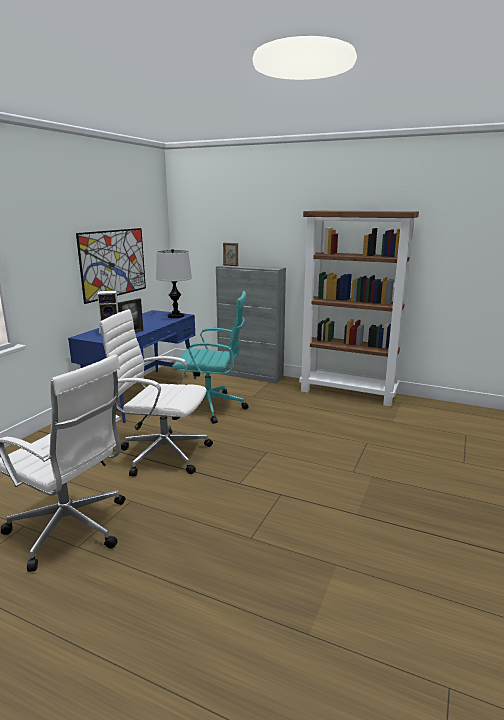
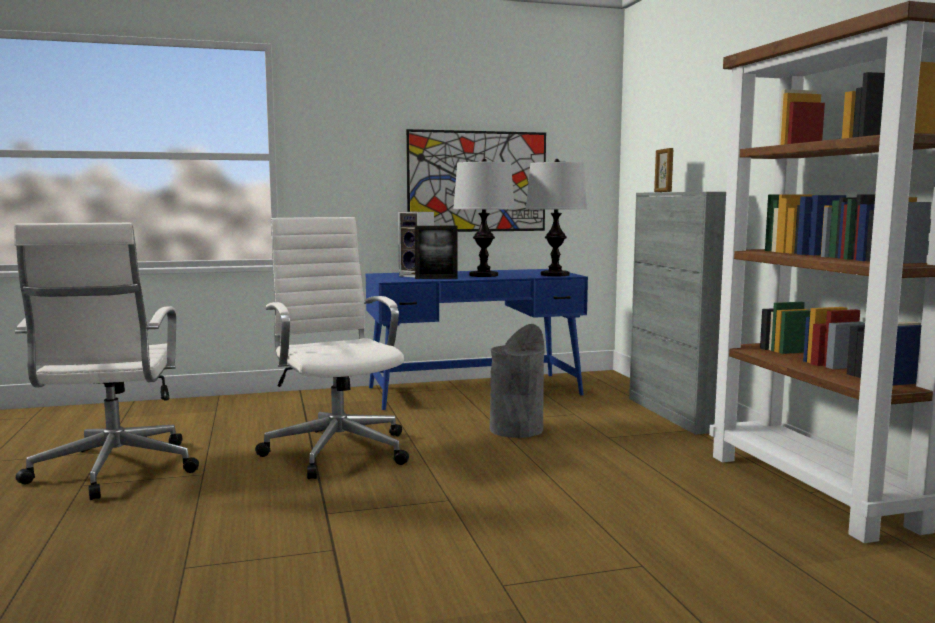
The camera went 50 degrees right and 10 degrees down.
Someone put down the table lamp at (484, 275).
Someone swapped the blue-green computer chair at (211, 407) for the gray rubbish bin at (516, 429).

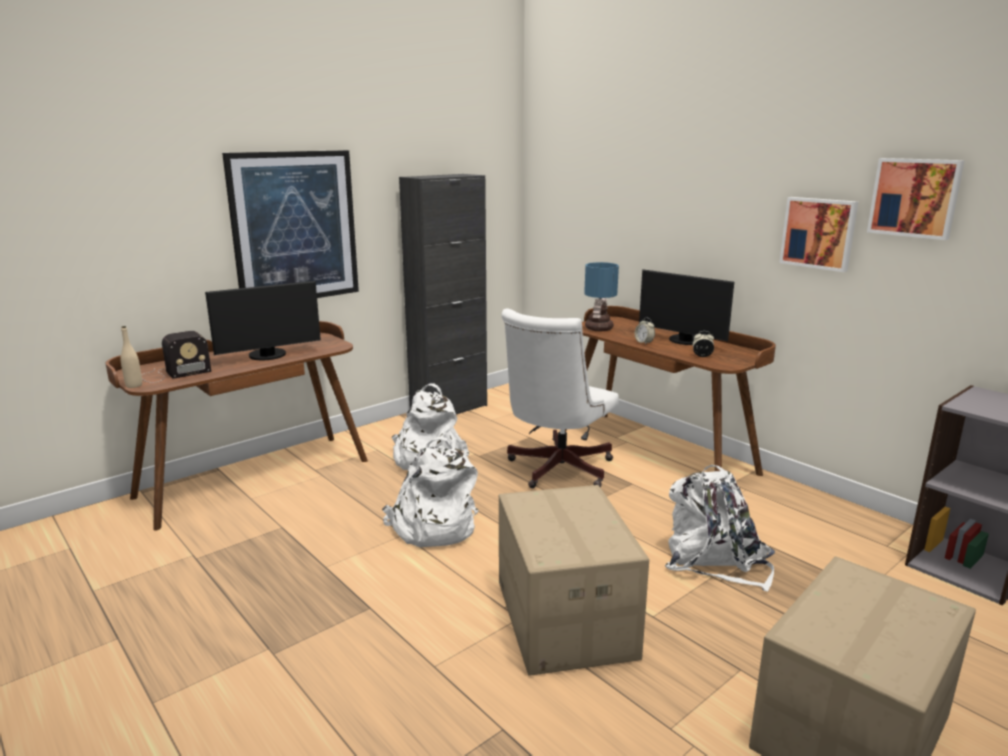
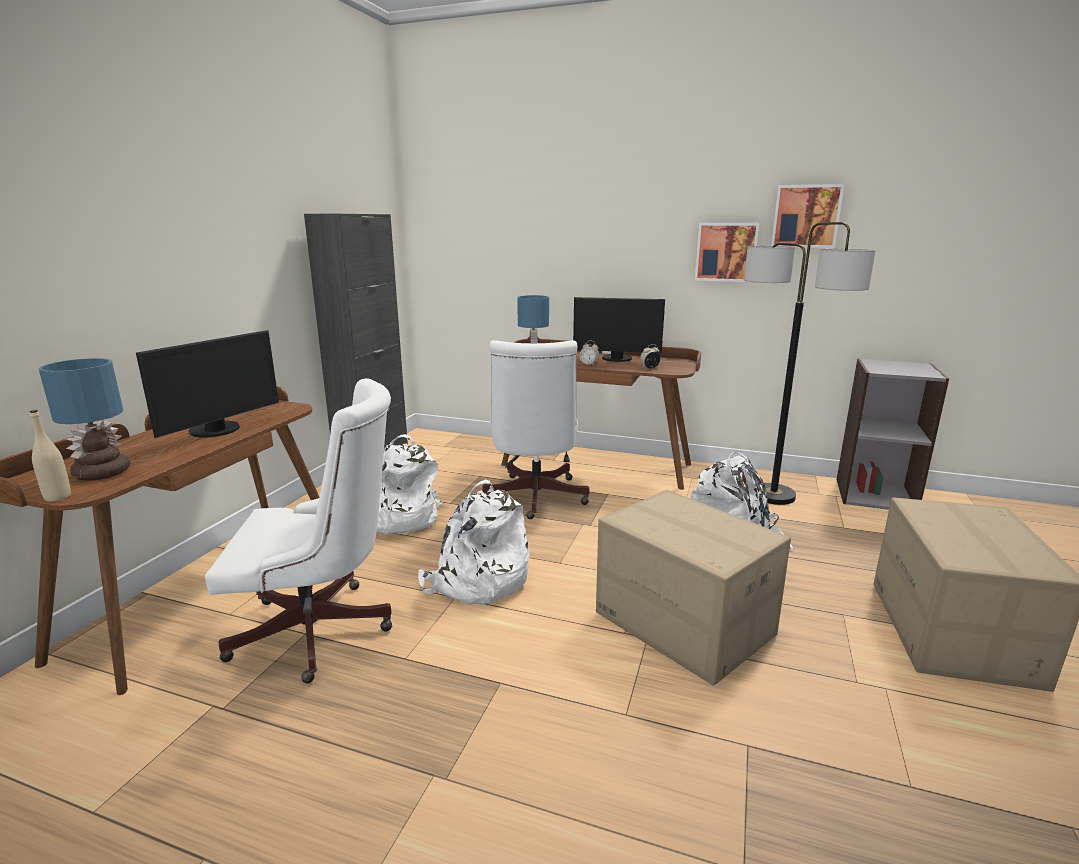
The camera went 30 degrees left and 0 degrees up.
Someone took away the wall art at (295, 228).
Someone put down the white-coloured computer chair at (322, 631).
Someone put down the standard lamp at (773, 495).
Someone swapped the radio at (173, 373) for the table lamp at (103, 472).

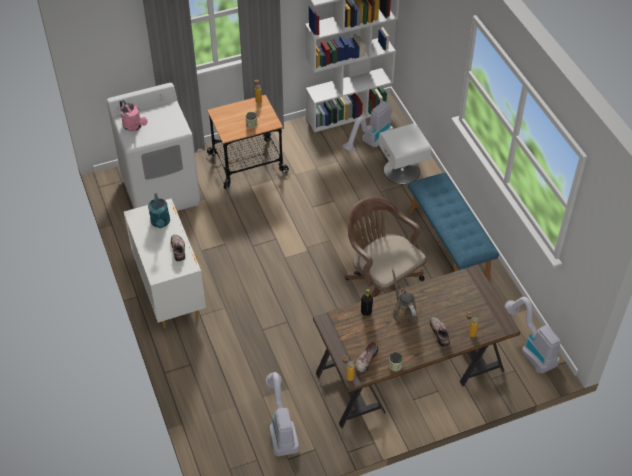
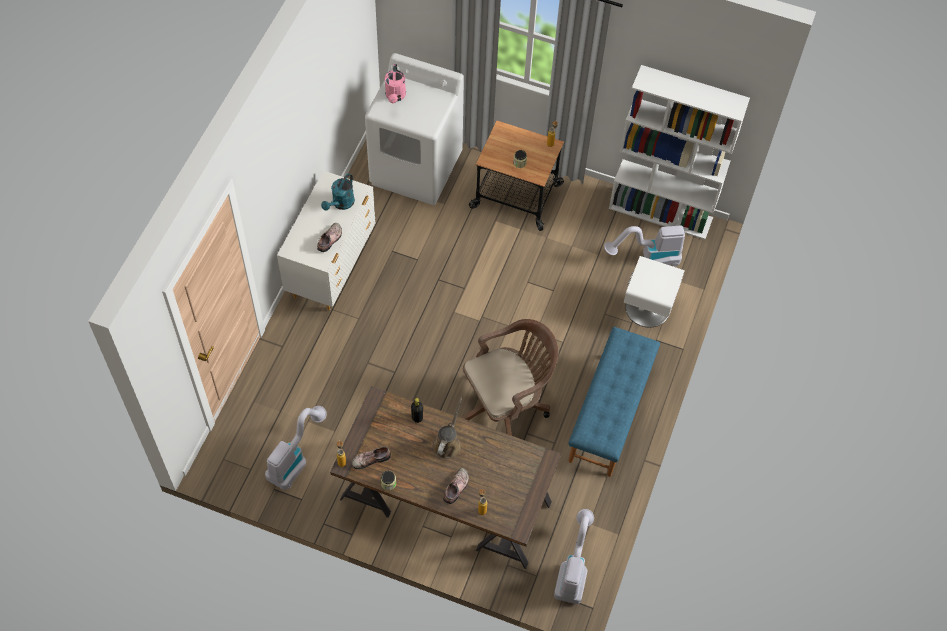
The camera went 40 degrees right and 10 degrees up.
Someone rotated the brown computer chair at (381, 286) by 60 degrees clockwise.

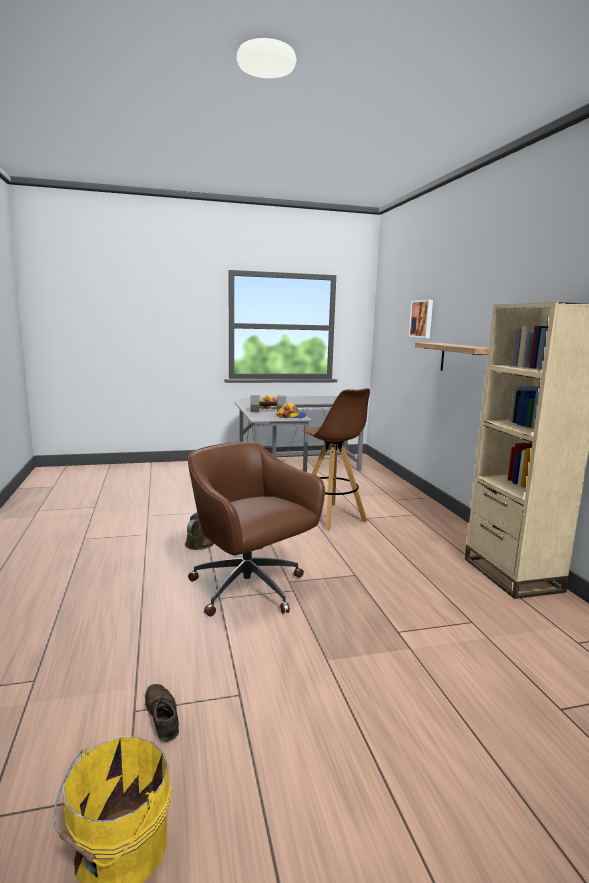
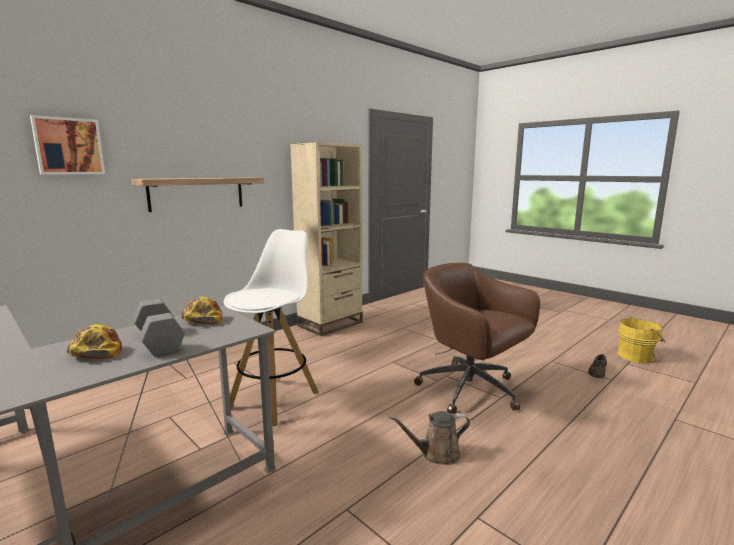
The camera went 120 degrees left and 0 degrees up.
Someone repainted the brown sitting stool at (331, 516), which became the white-coloured sitting stool at (274, 399).
Someone rotated the brown computer chair at (249, 589) by 120 degrees clockwise.

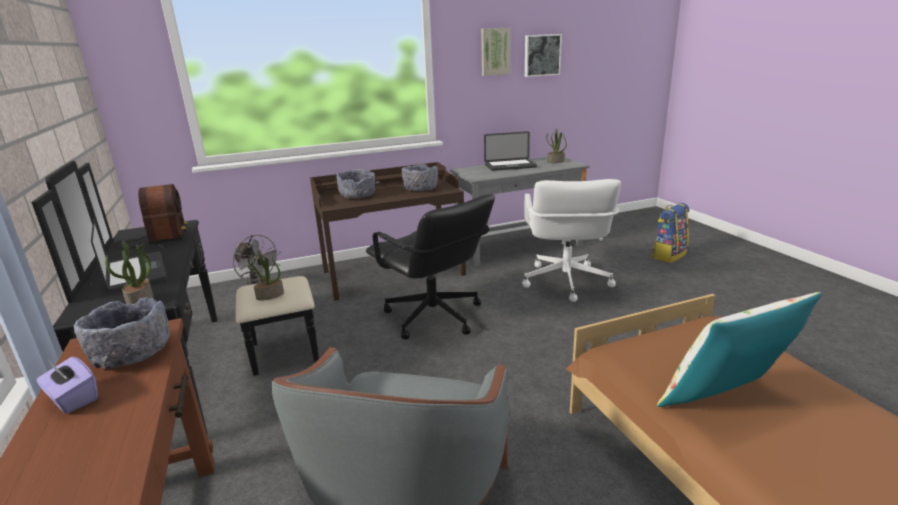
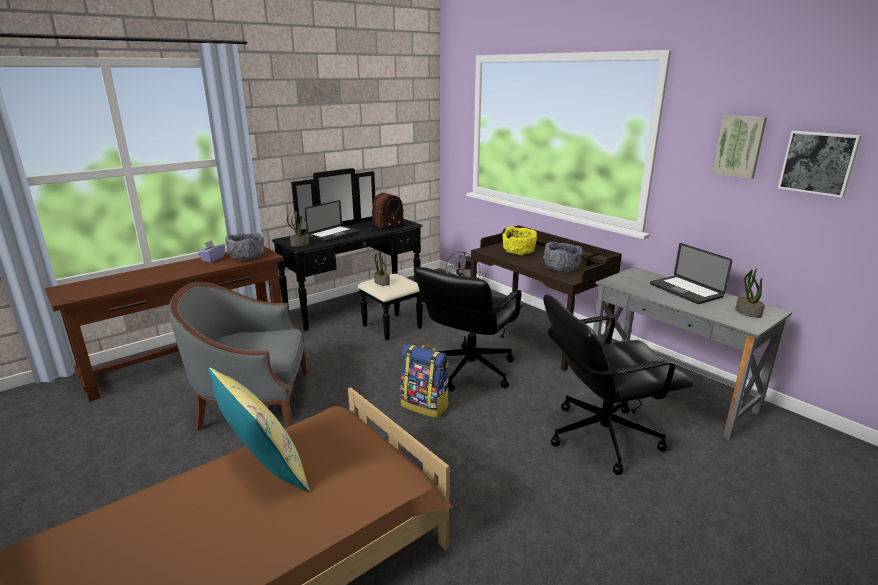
The camera went 70 degrees right and 0 degrees up.
Someone carried the backpack from (668, 255) to (425, 406).
Someone repainted the gray serving bowl at (358, 196), which became the yellow serving bowl at (519, 252).
Someone repainted the white-coloured computer chair at (565, 282), which became the blackish computer chair at (601, 436).
Someone repainted the white-coloured pillow at (725, 402), which became the yellow pillow at (264, 470).

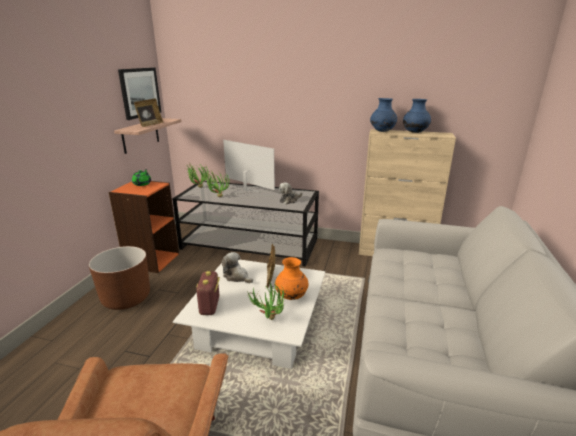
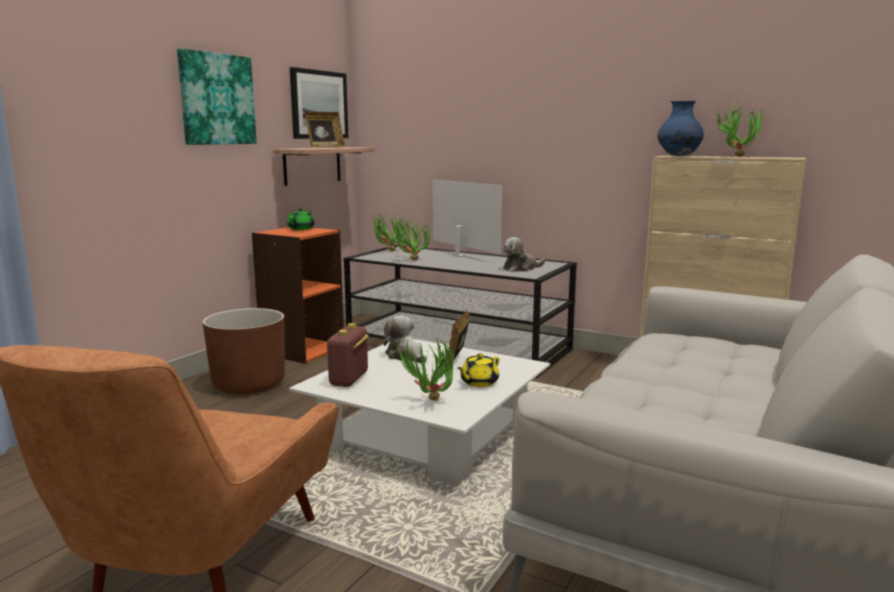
The camera went 15 degrees right and 10 degrees down.
Someone put up the wall art at (217, 99).
Someone swapped the orange vase at (291, 297) for the yellow teapot at (478, 382).
Someone swapped the blue vase at (415, 132) for the potted plant at (736, 156).

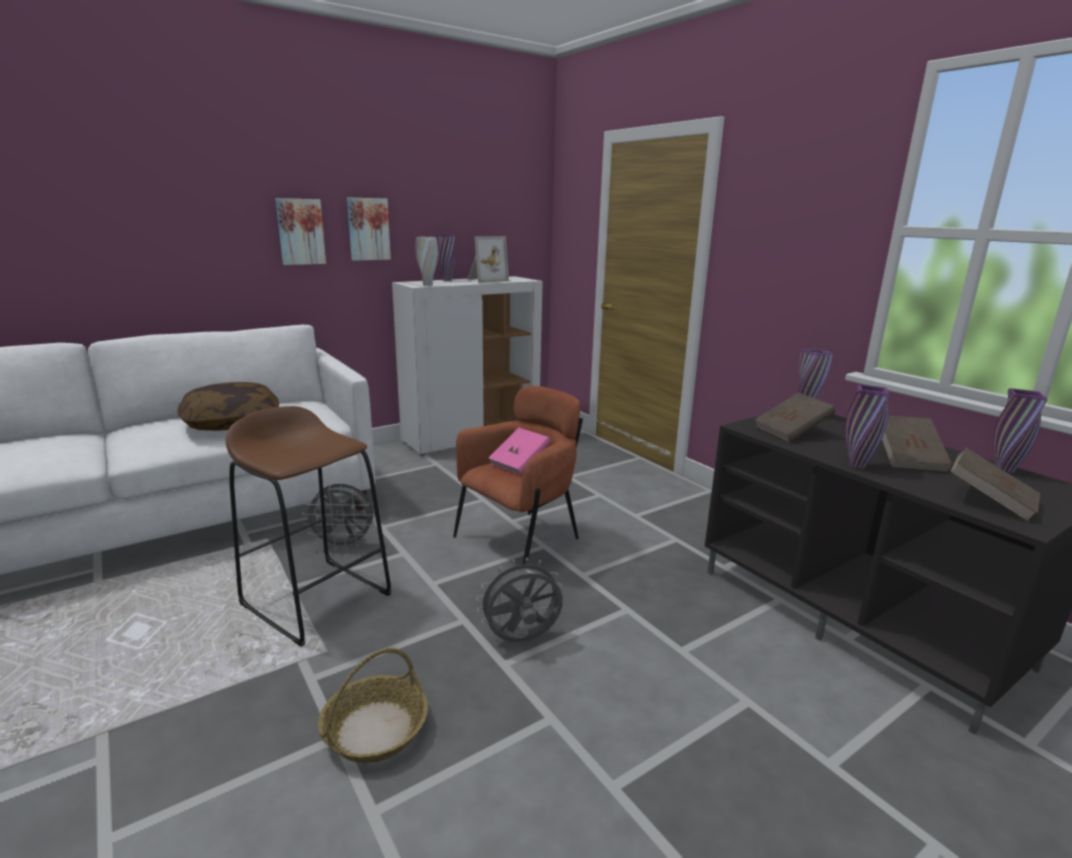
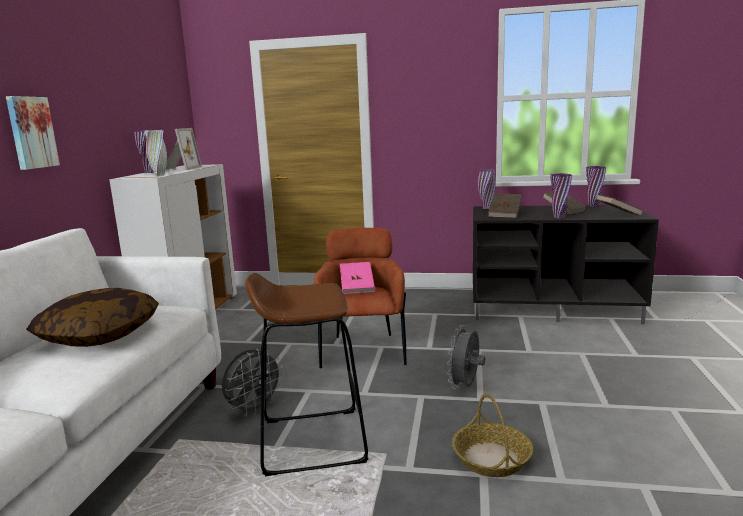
The camera went 45 degrees left and 5 degrees down.
Someone took away the wall art at (368, 229).

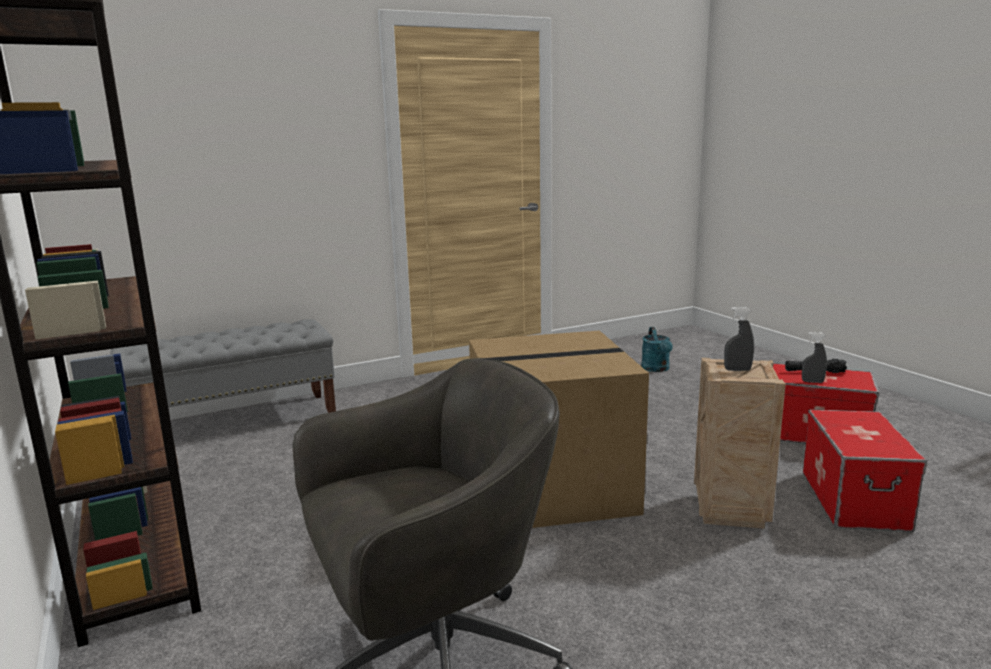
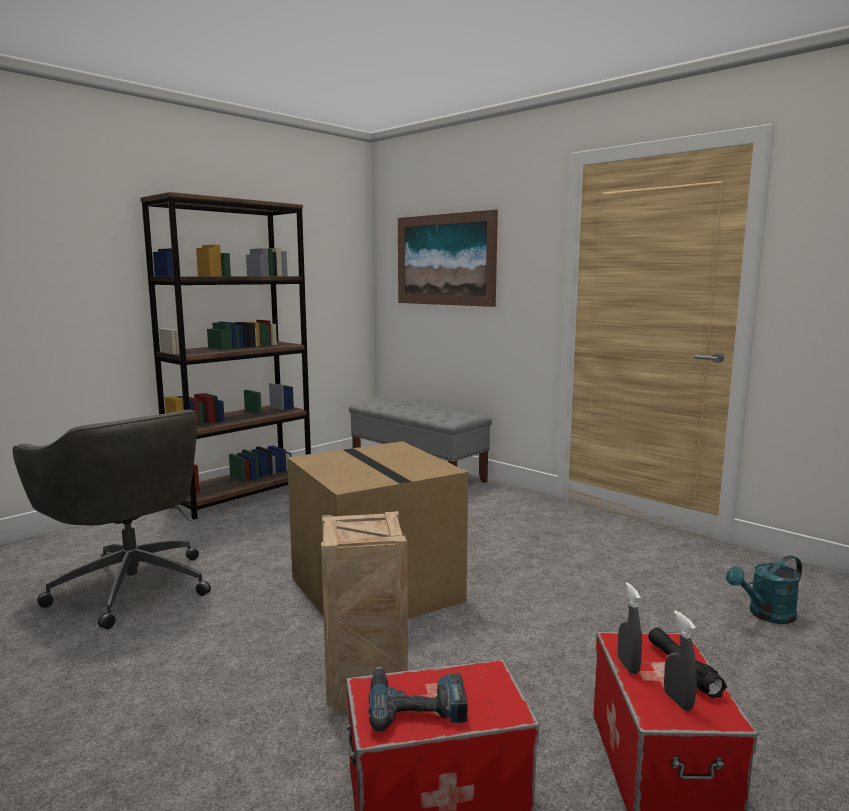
The camera went 70 degrees right and 5 degrees down.
Someone put down the drill at (416, 704).
Someone put up the wall art at (444, 260).
Someone carried the gray sprayer from (737, 370) to (678, 701).

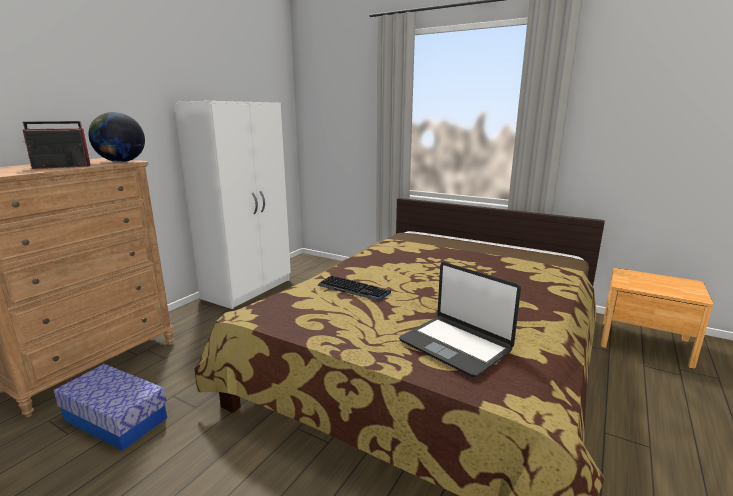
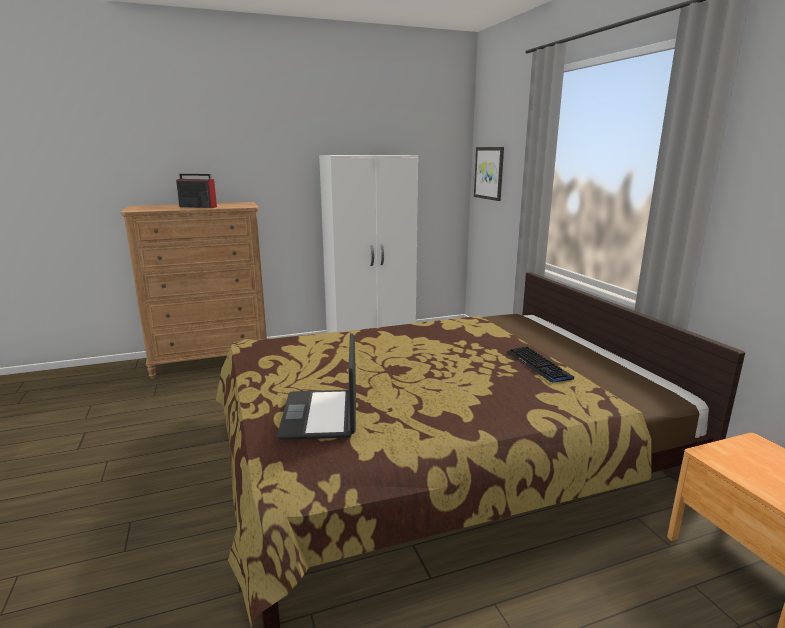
The camera went 40 degrees right and 0 degrees up.
Someone took away the storage bin at (116, 419).
Someone took away the desk globe at (121, 162).
Someone put up the wall art at (489, 173).
Someone carried the PC keyboard from (353, 289) to (538, 365).

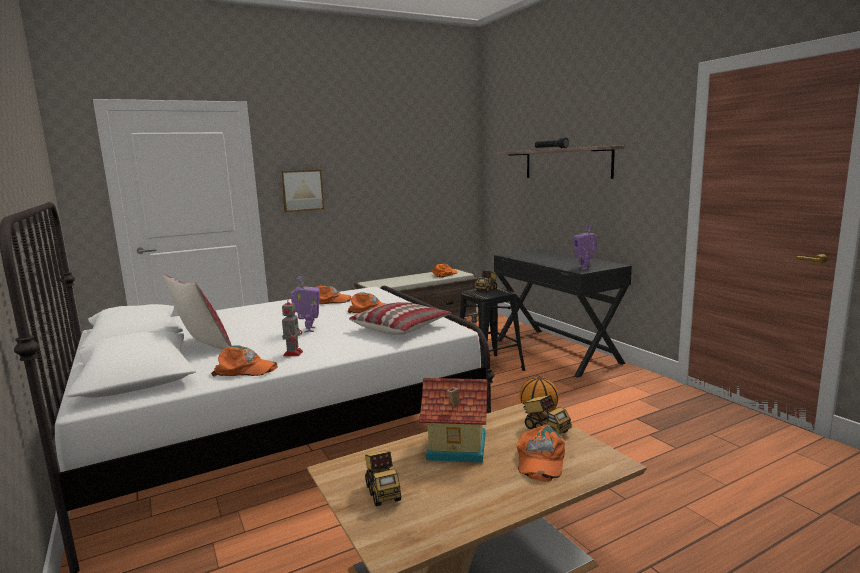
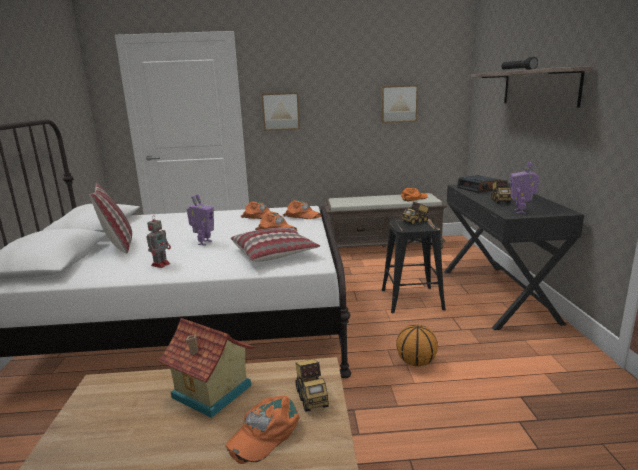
The camera went 25 degrees right and 5 degrees up.
Someone put up the wall art at (398, 104).
Someone put down the table clock at (479, 188).
Someone carried the orange peaked cap from (245, 369) to (302, 215).
Someone carried the model truck from (382, 492) to (500, 201).

